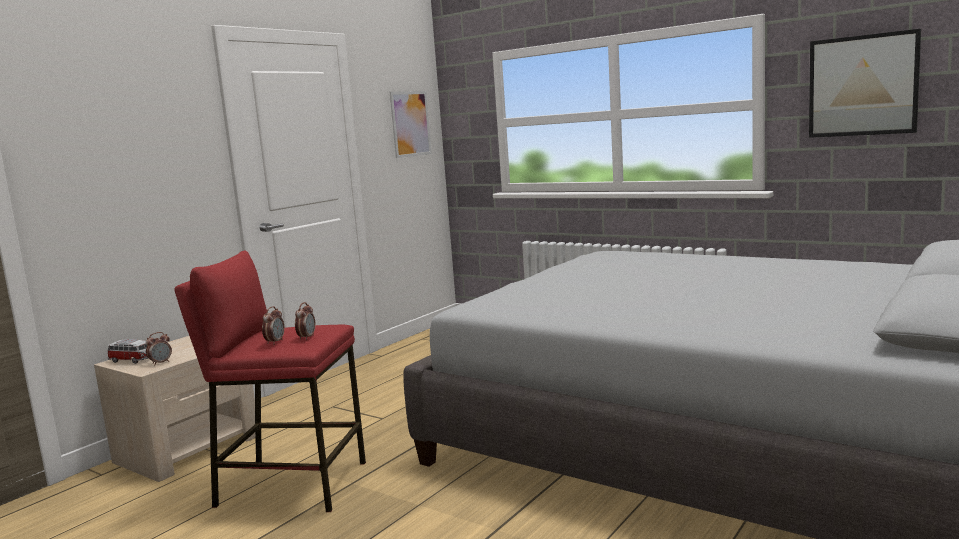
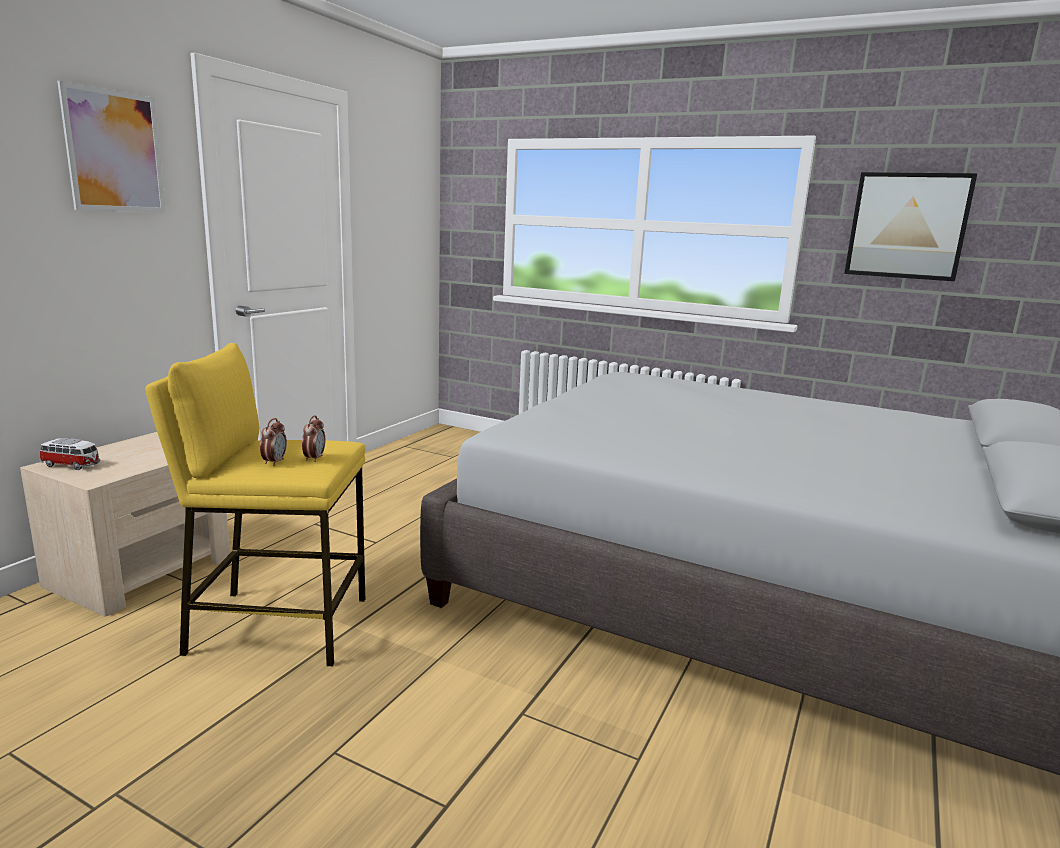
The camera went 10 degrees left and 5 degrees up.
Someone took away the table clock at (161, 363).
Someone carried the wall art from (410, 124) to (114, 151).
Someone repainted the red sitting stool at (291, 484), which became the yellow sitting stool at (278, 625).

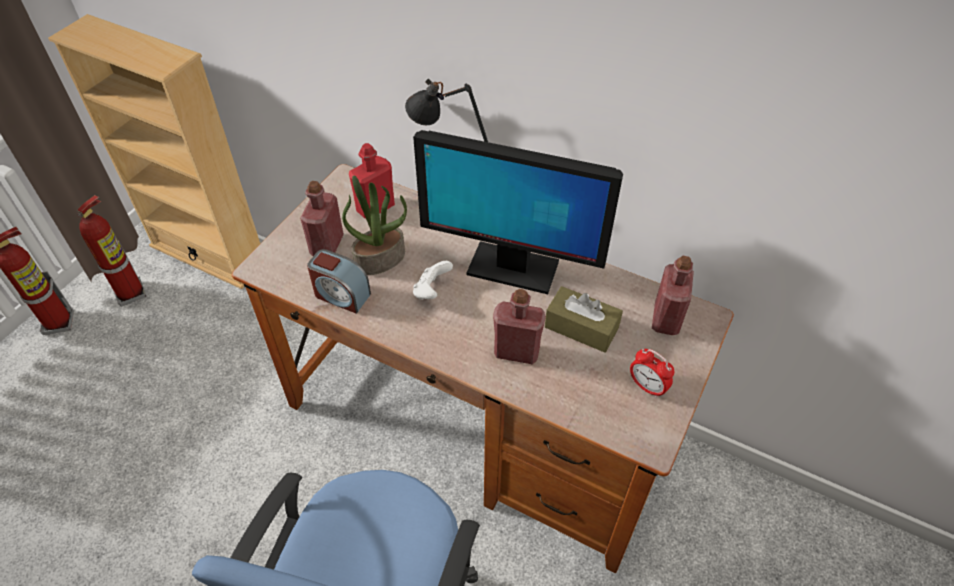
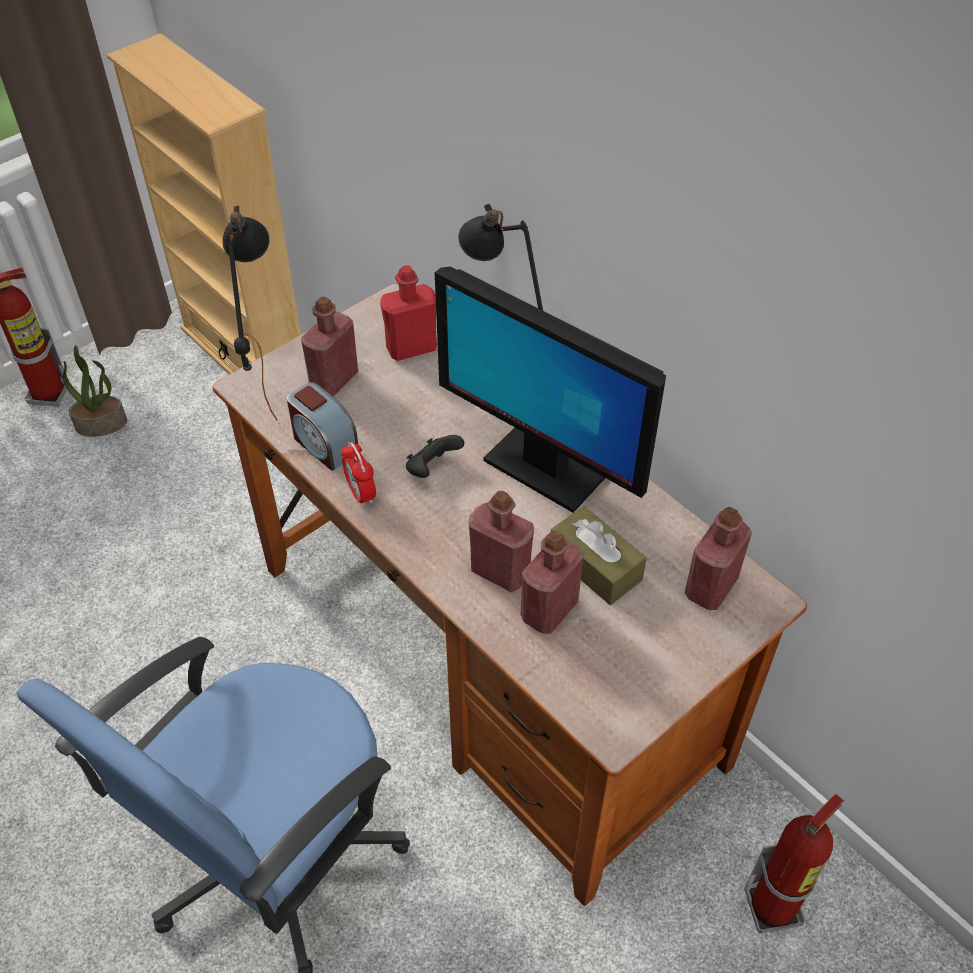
The camera went 20 degrees right and 0 degrees up.
Someone put down the blackish table lamp at (264, 387).
Someone put down the red drink bottle at (549, 610).
Someone carried the extinguisher from (131, 293) to (774, 907).
Someone carried the potted plant from (380, 258) to (102, 424).
Someone carried the table clock from (647, 387) to (361, 493).
Someone repainted the white-coloured joypad at (431, 291), which became the blackish joypad at (432, 469).

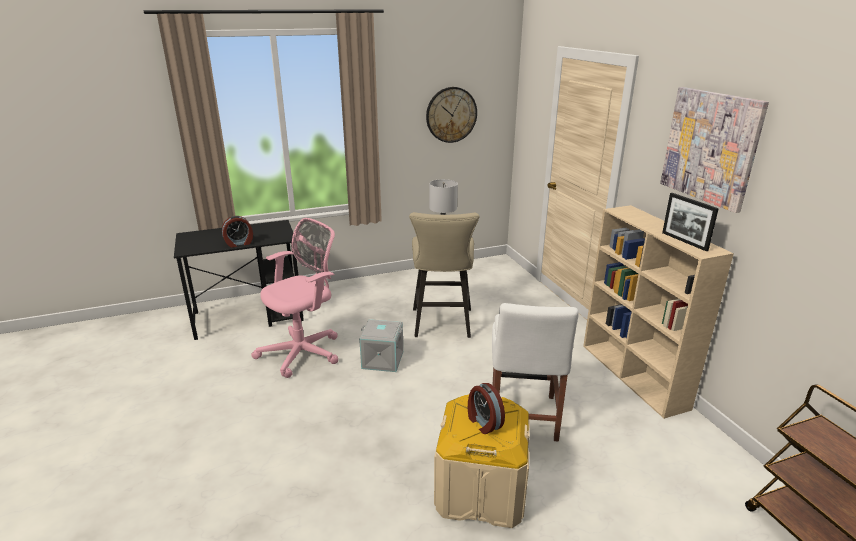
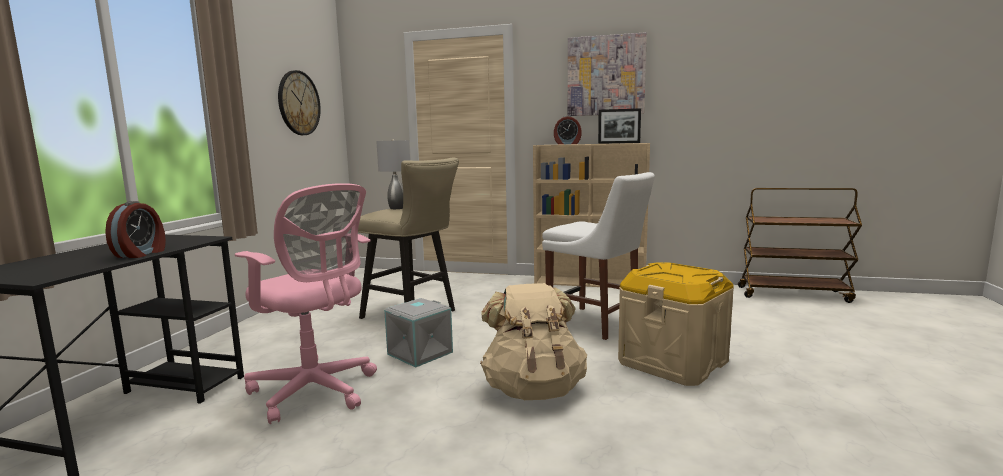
The camera went 55 degrees left and 15 degrees down.
Someone put down the beige-coloured backpack at (534, 389).
Someone carried the table clock from (483, 422) to (567, 144).
Someone rotated the pink-coloured computer chair at (304, 352) by 135 degrees clockwise.

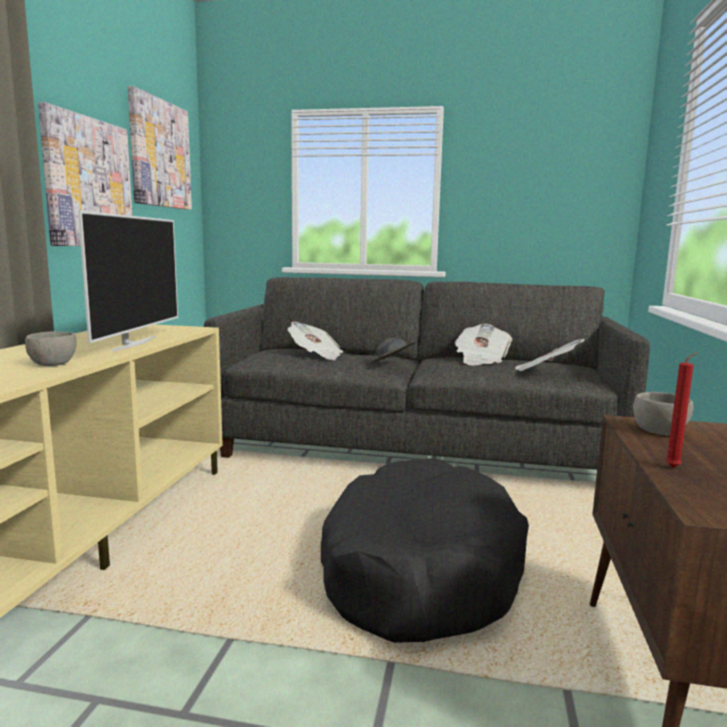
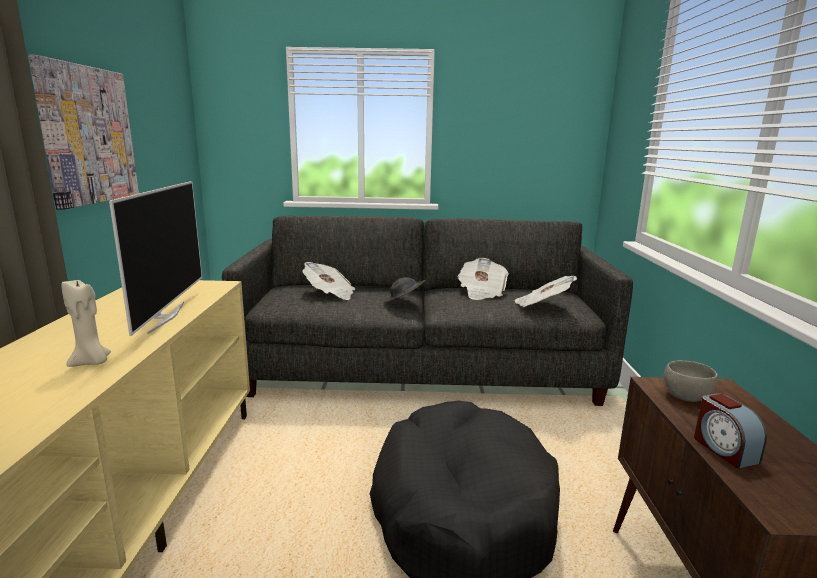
The camera went 10 degrees left and 5 degrees up.
Someone took away the wall art at (159, 154).
Someone swapped the gray serving bowl at (52, 364) for the beige-coloured wax light at (92, 362).
Someone swapped the red wax light at (675, 467) for the table clock at (724, 449).

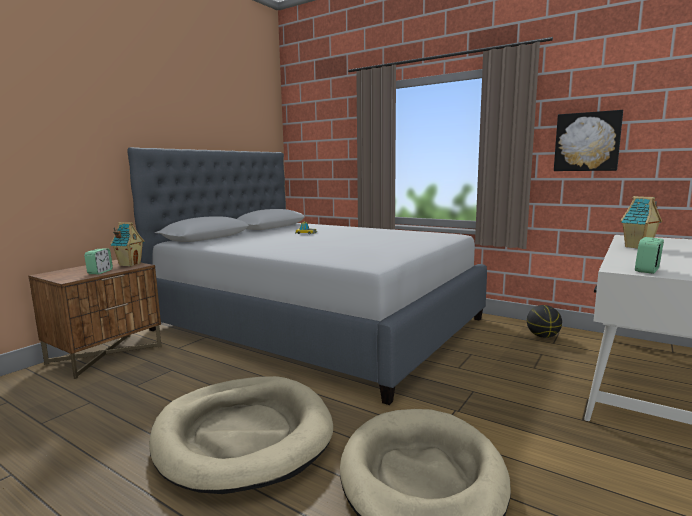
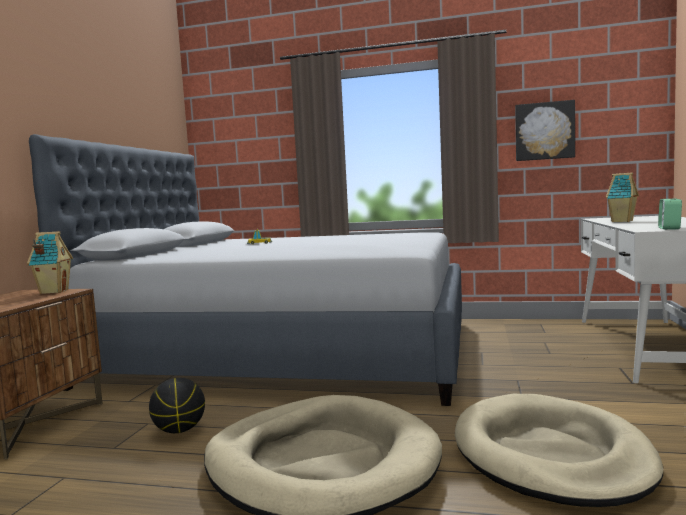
The camera went 20 degrees left and 5 degrees down.
Someone took away the table clock at (100, 272).
Someone carried the basketball ball from (543, 336) to (180, 430).

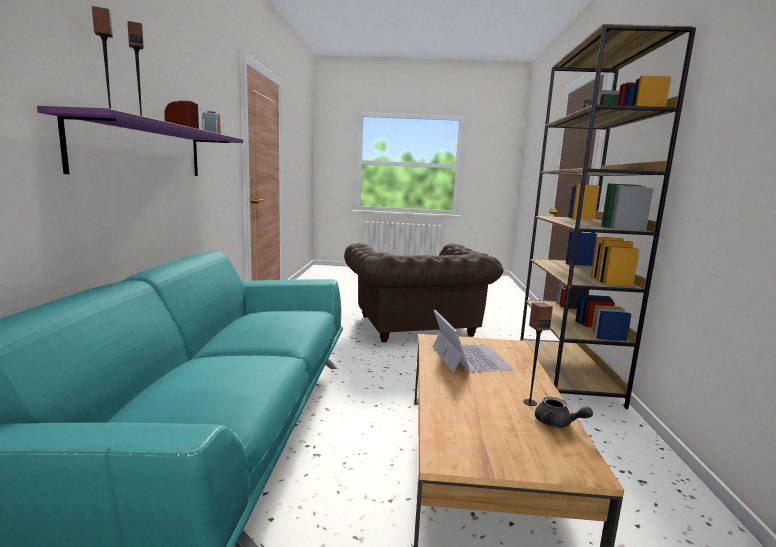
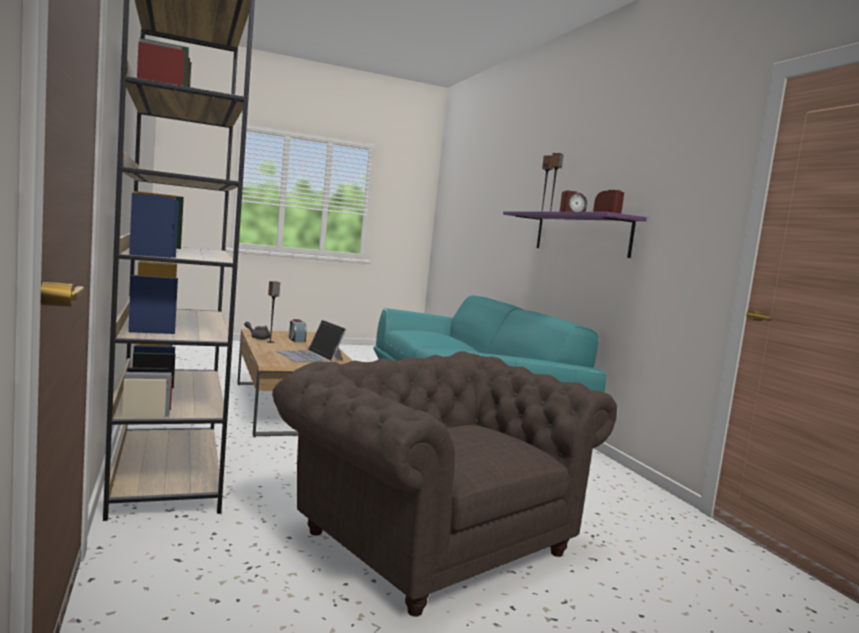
The camera went 155 degrees right and 5 degrees down.
Someone put down the table clock at (296, 340).

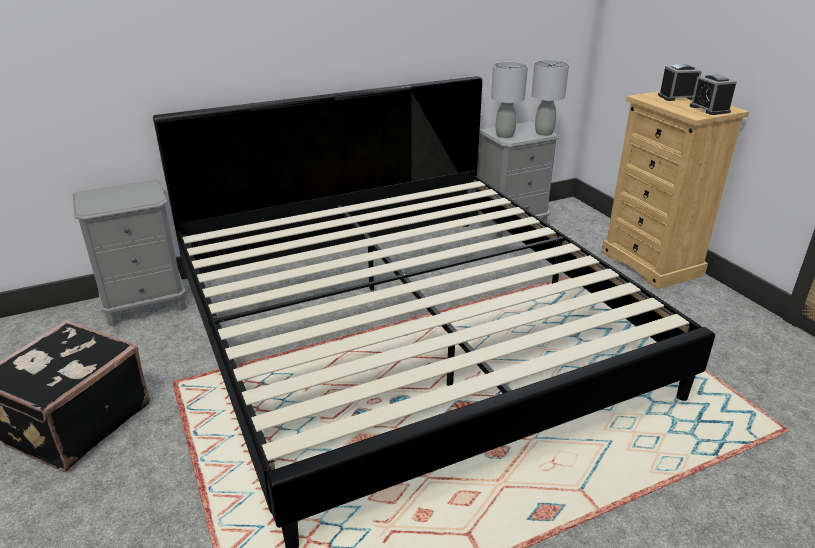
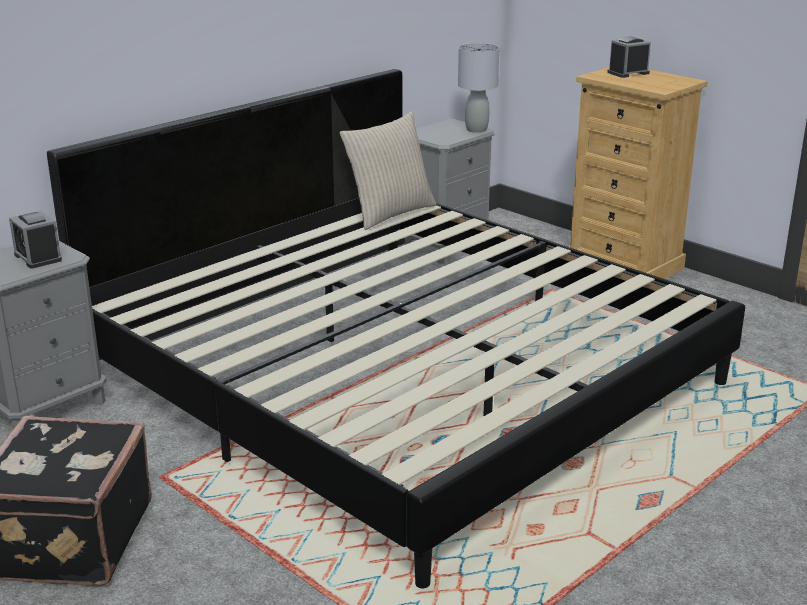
The camera went 20 degrees left and 5 degrees down.
Someone took away the gray table lamp at (504, 135).
Someone put down the beige-coloured pillow at (389, 213).
Someone carried the table clock from (709, 109) to (38, 257).

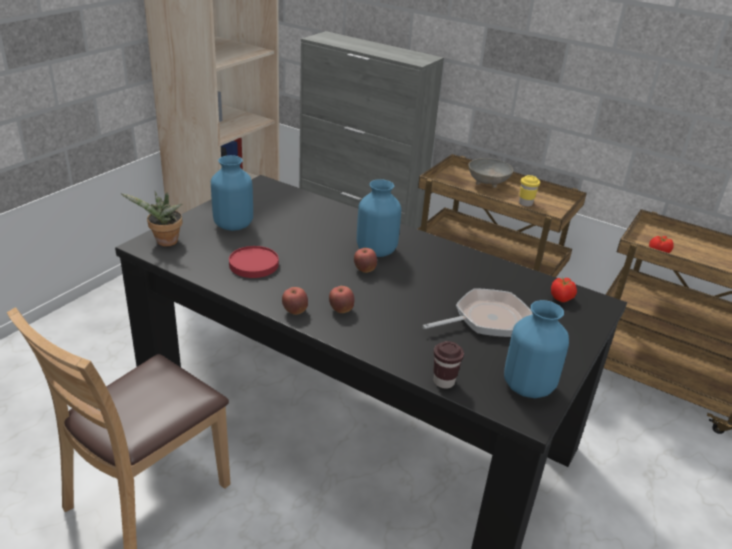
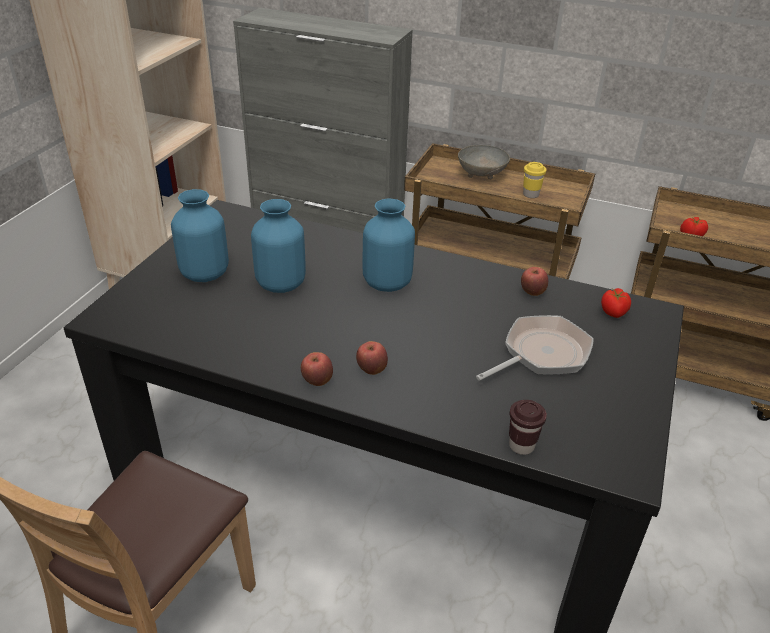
The camera went 10 degrees left and 5 degrees up.
Someone took away the potted plant at (164, 243).
Someone took away the red dinner plate at (253, 264).
Someone carried the whole apple from (364, 270) to (532, 292).
Someone carried the blue vase from (529, 386) to (282, 284).

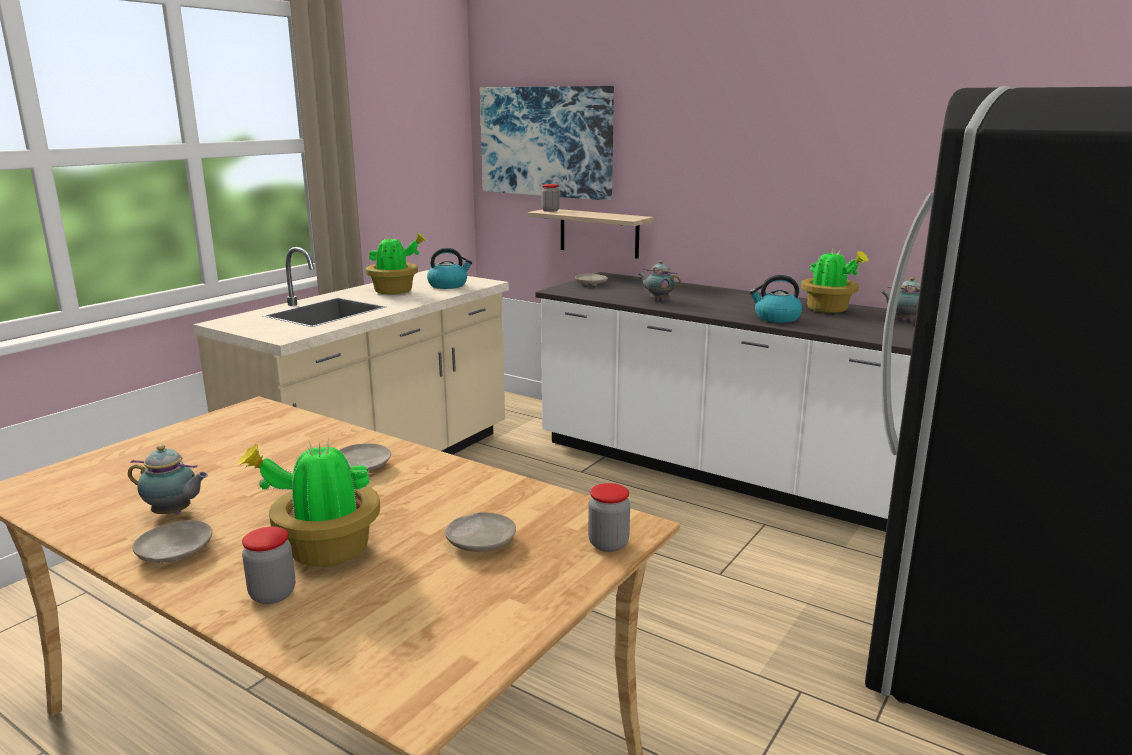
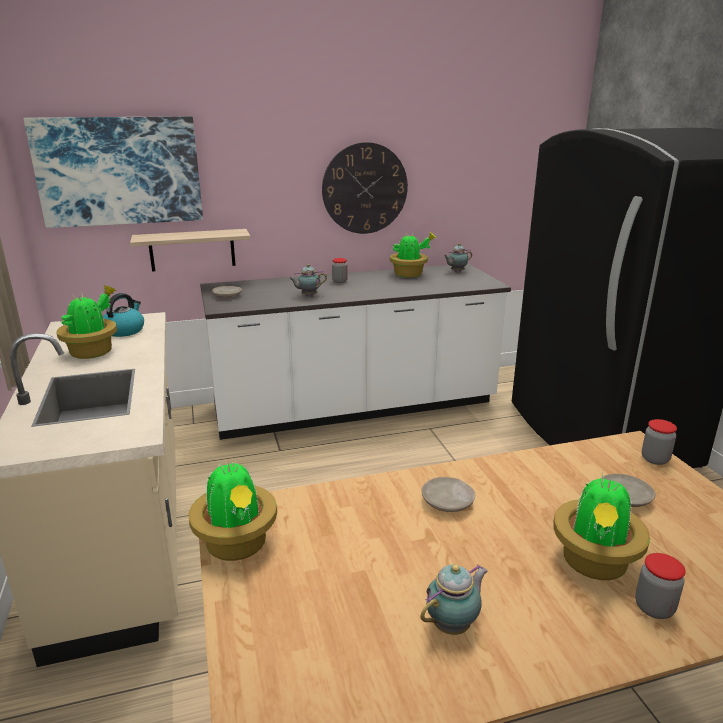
The camera went 50 degrees left and 5 degrees up.
Someone took away the beige-coloured dinner plate at (174, 552).
Someone took away the kettle at (776, 318).
Someone put down the potted plant at (237, 545).
Someone put up the clock on the wall at (365, 188).
Someone carried the storage jar from (550, 210) to (339, 281).

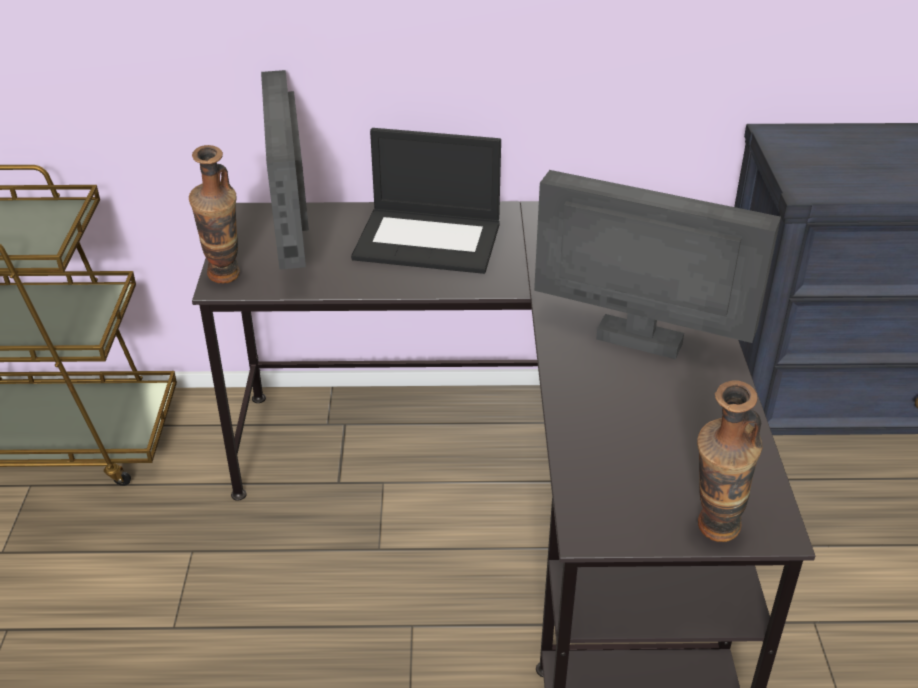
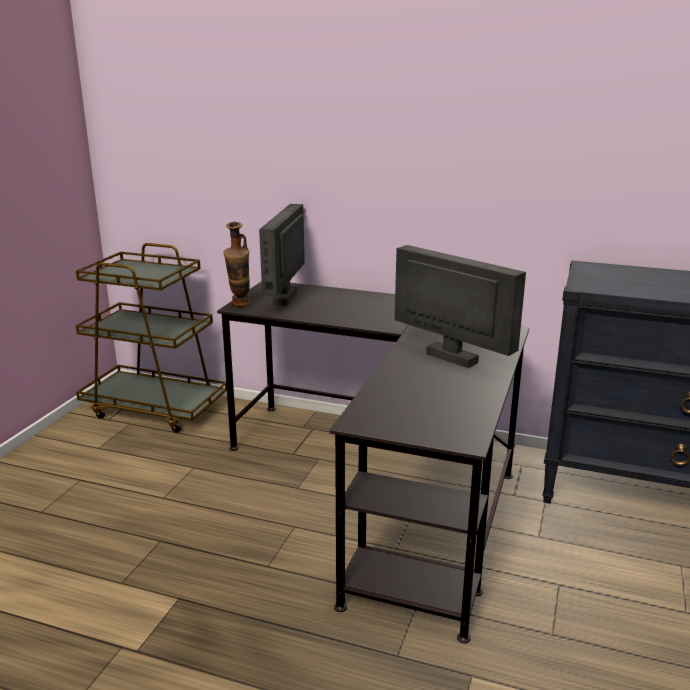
The camera went 20 degrees right and 15 degrees down.
Someone took away the notebook computer at (429, 240).
Someone took away the vase at (712, 536).

